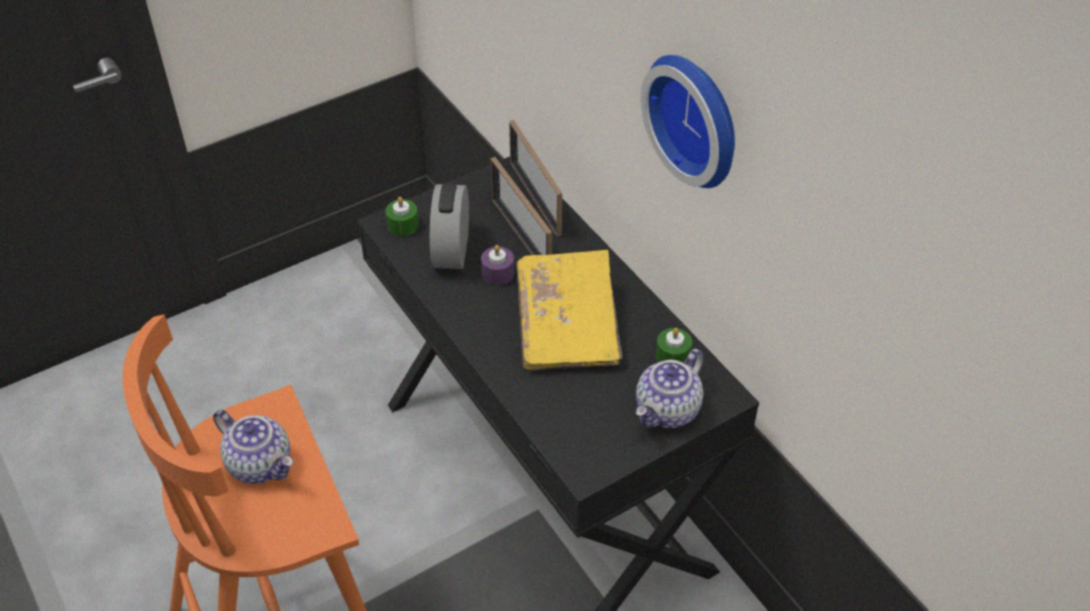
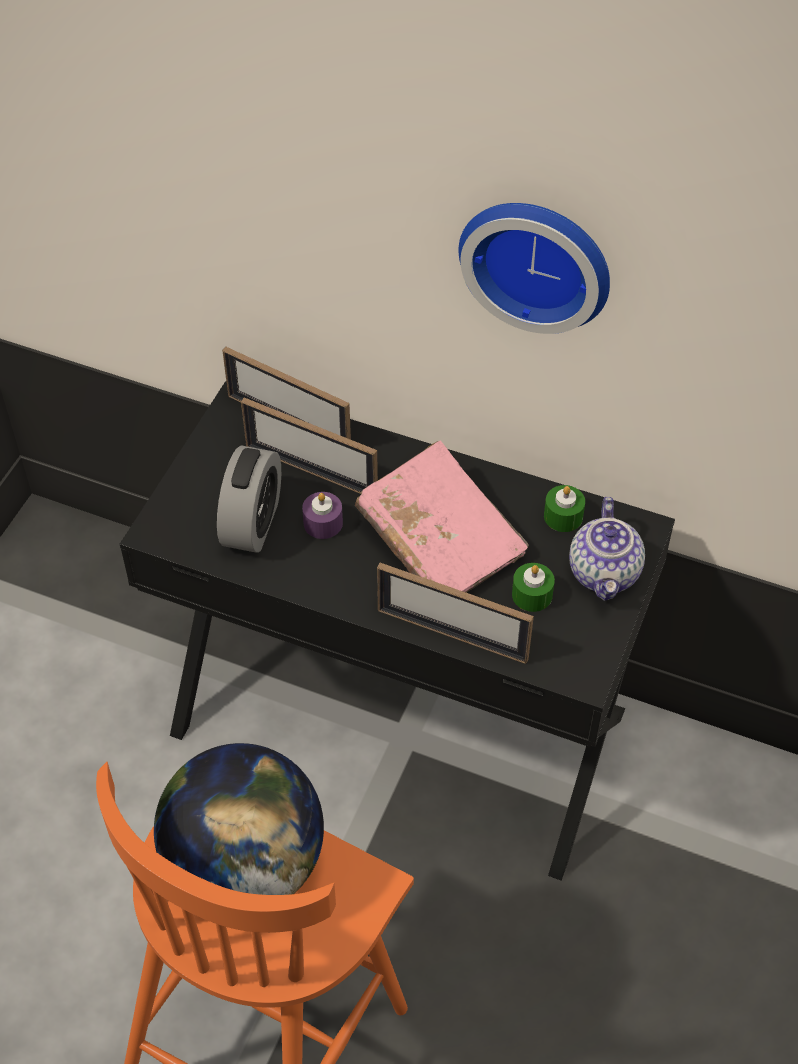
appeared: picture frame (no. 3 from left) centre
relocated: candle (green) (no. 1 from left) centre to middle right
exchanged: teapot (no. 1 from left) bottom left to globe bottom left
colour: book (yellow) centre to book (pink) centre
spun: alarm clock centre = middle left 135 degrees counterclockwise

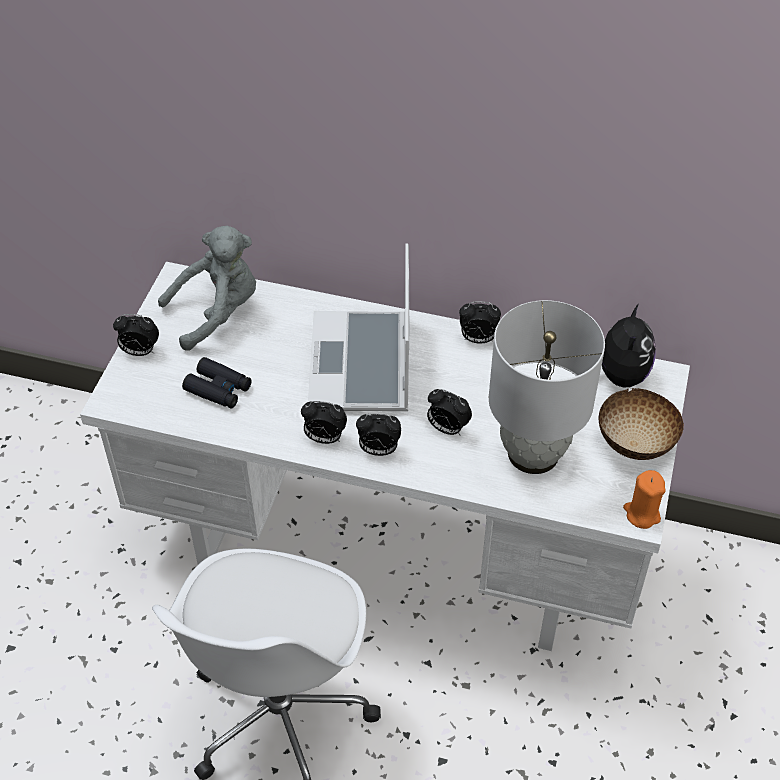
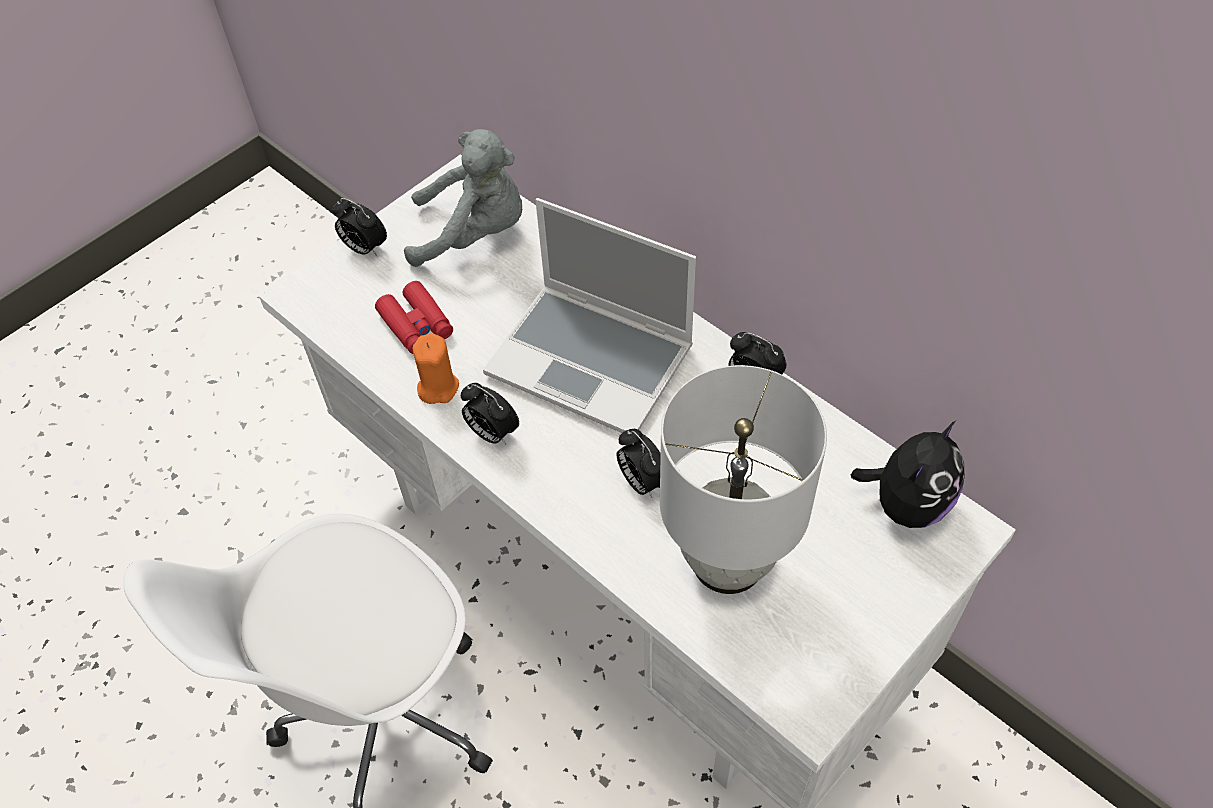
missing: alarm clock (no. 3 from left) centre; bowl middle right
relocated: candle (orange) middle right to centre
colour: binoculars (black) middle left to binoculars (red) centre
spun: laptop centre = centre 90 degrees counterclockwise

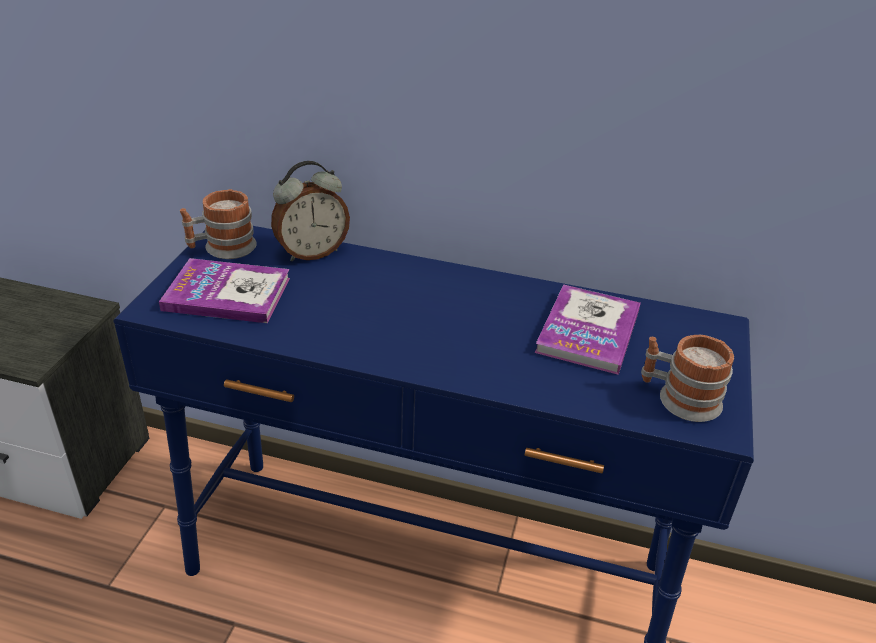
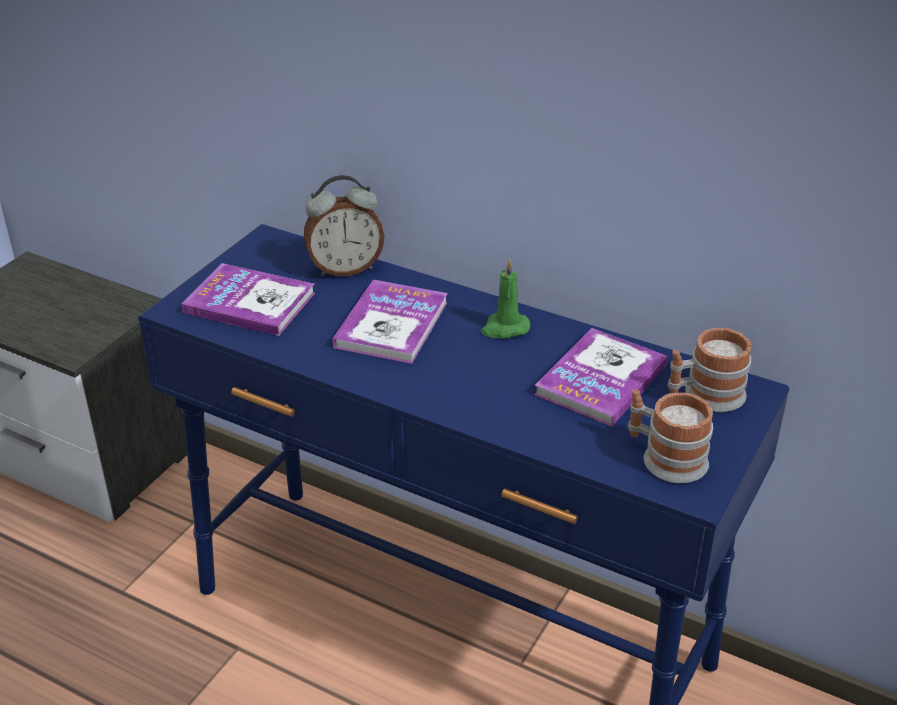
appeared: book (no. 2 from left) centre; candle (green) centre
relocated: mug (no. 1 from left in the first image) middle left to mug (no. 2 from left) middle right

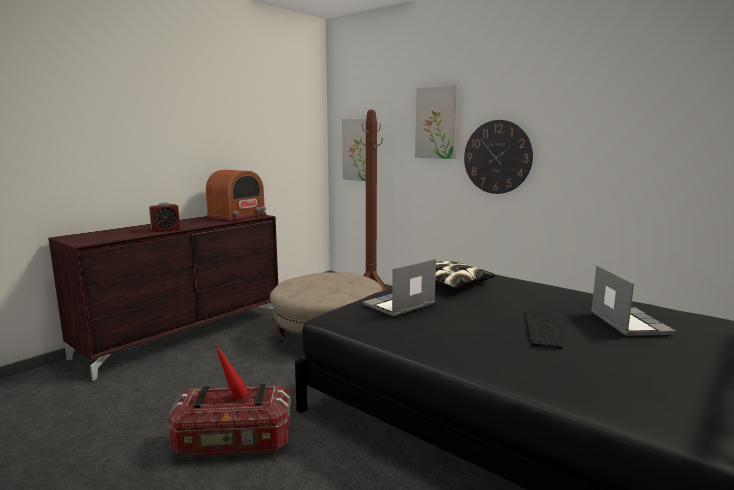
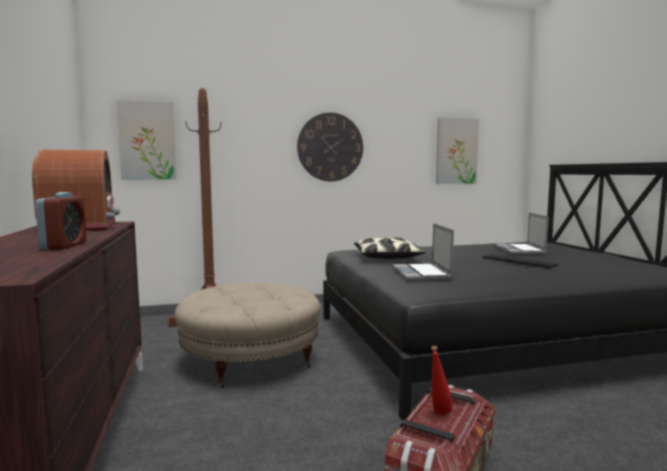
relocated: picture (no. 2 from left) top centre to top right
spun: laptop (no. 2 from left) middle right = middle right 120 degrees counterclockwise

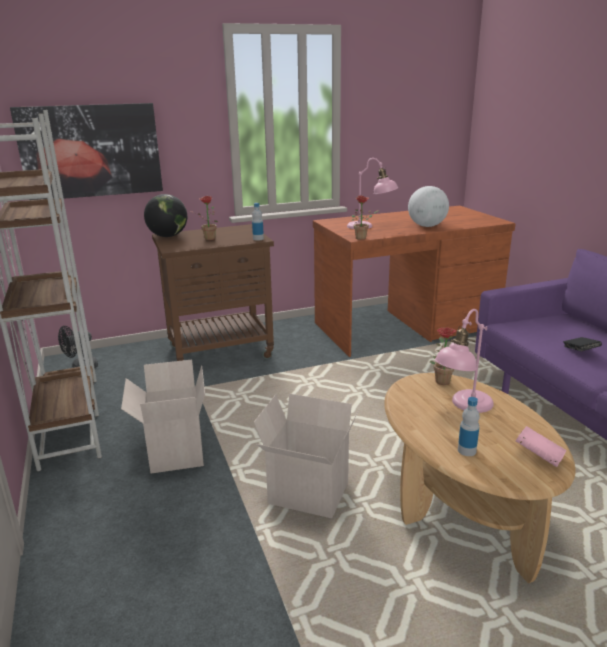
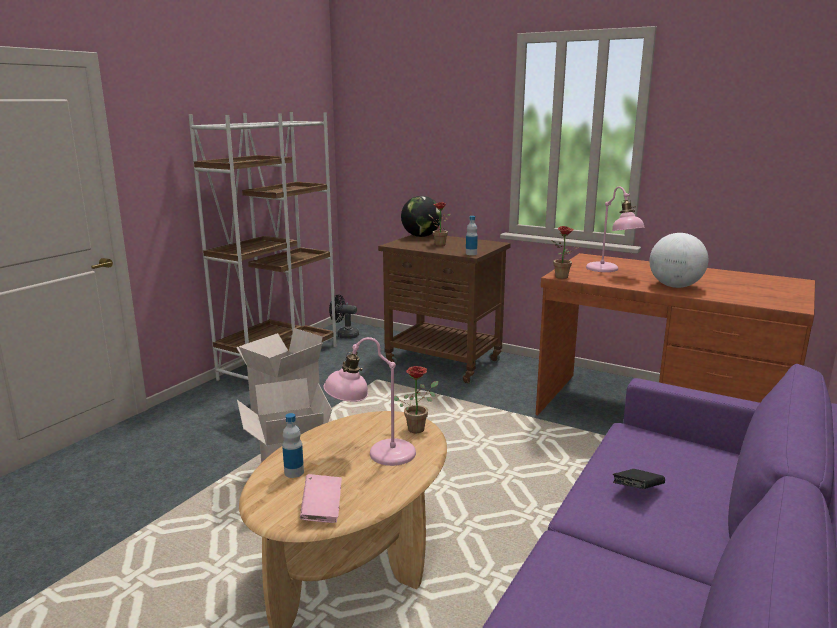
missing: picture top left

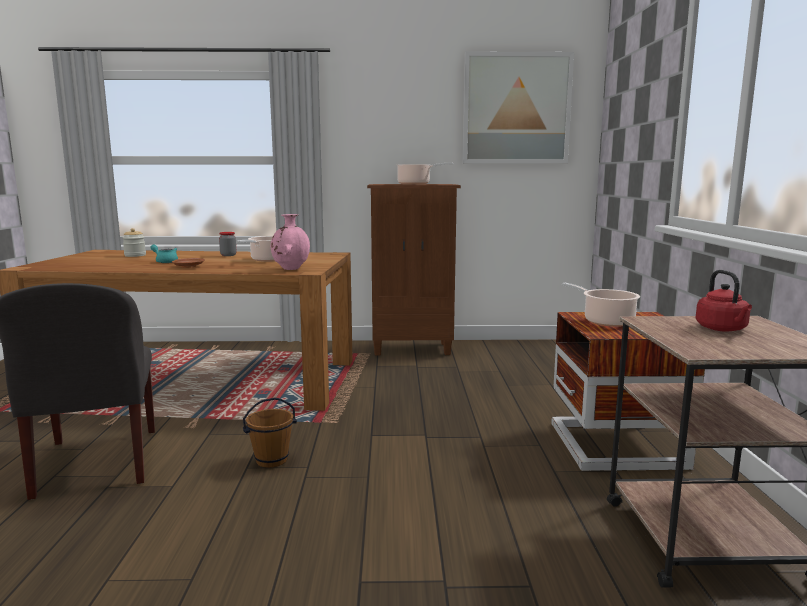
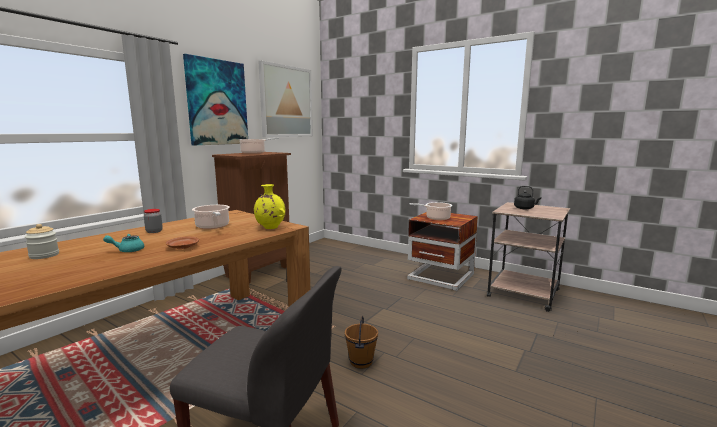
appeared: picture (no. 1 from left) top left
colour: vase (pink) centre to vase (yellow) centre; kettle (red) middle right to kettle (black) middle right

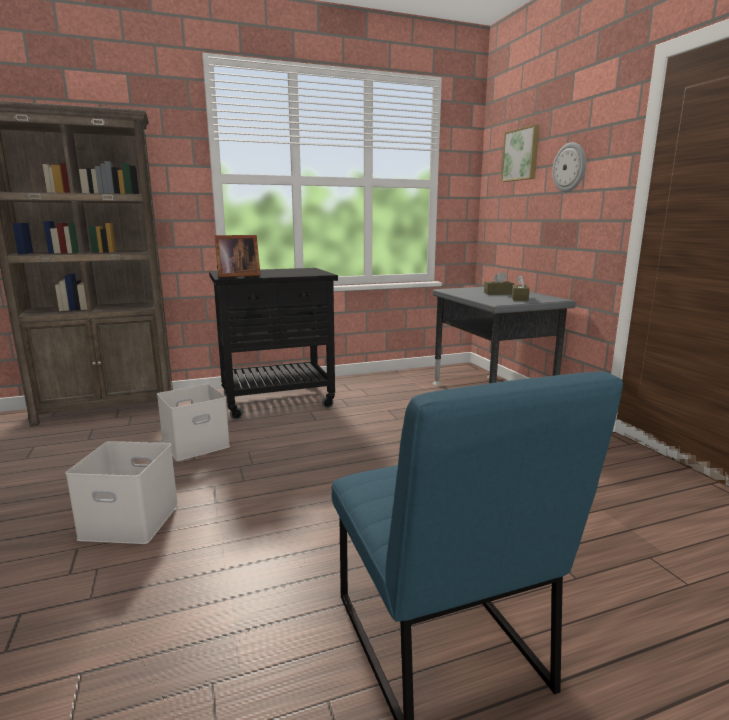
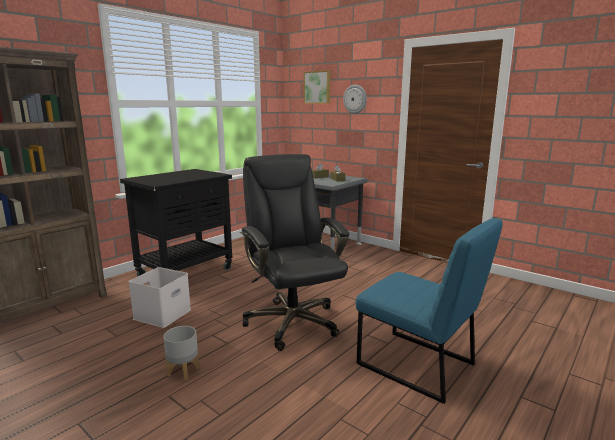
missing: picture frame middle left
appeared: office chair (black) centre
exchanged: storage box (white) (no. 1 from left) bottom left to planter (grey) bottom left

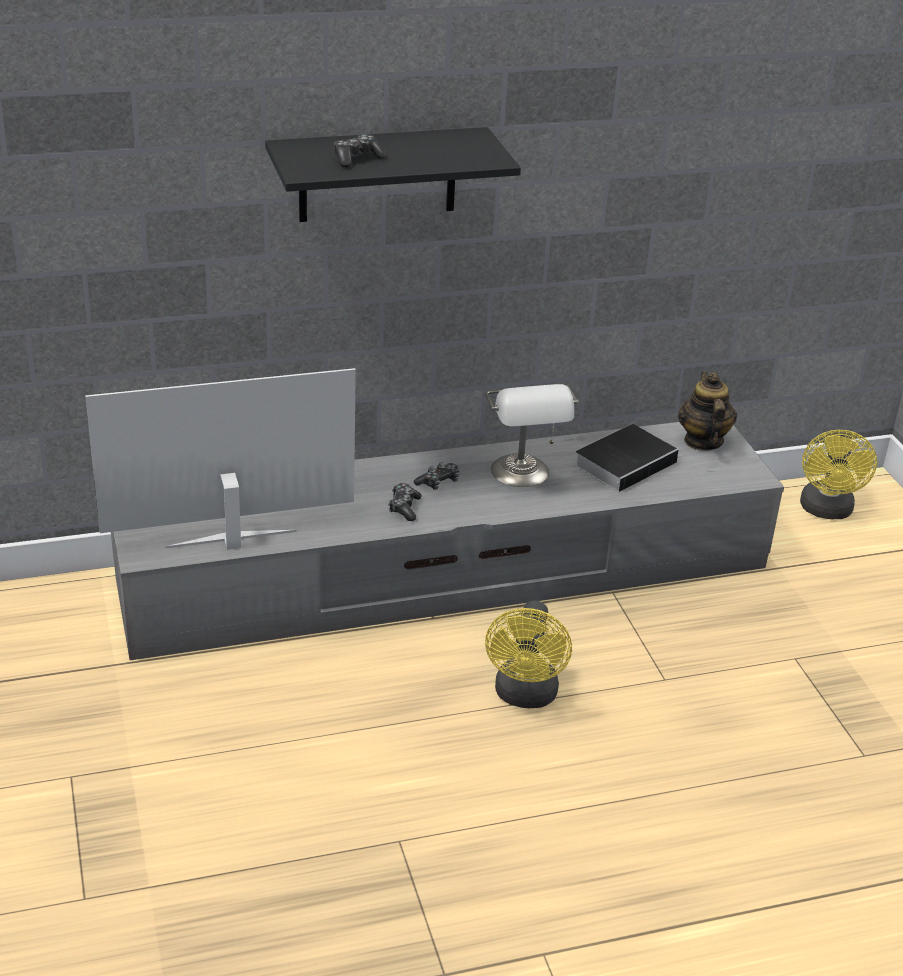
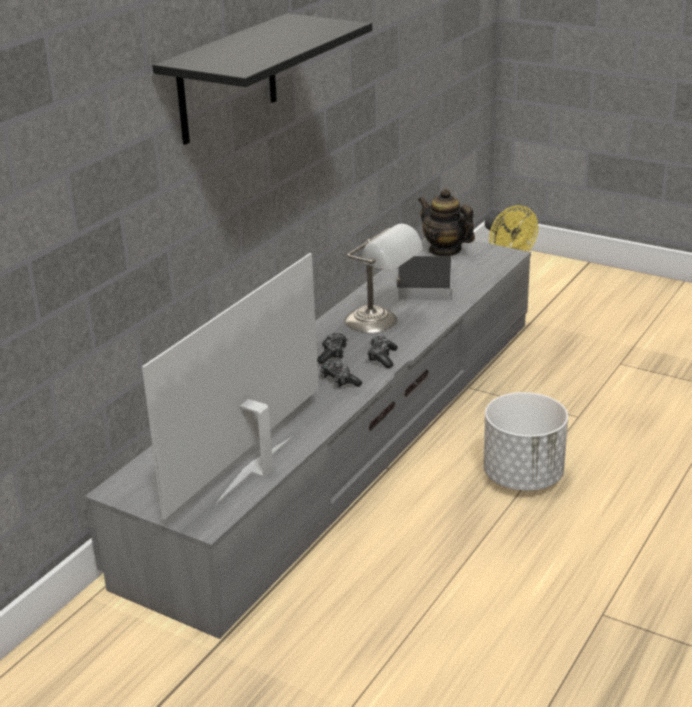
relocated: game controller (no. 1 from left in the first image) top centre to game controller (no. 3 from left) centre
exchanged: fan (yellow) (no. 1 from left) bottom centre to planter (white) middle right

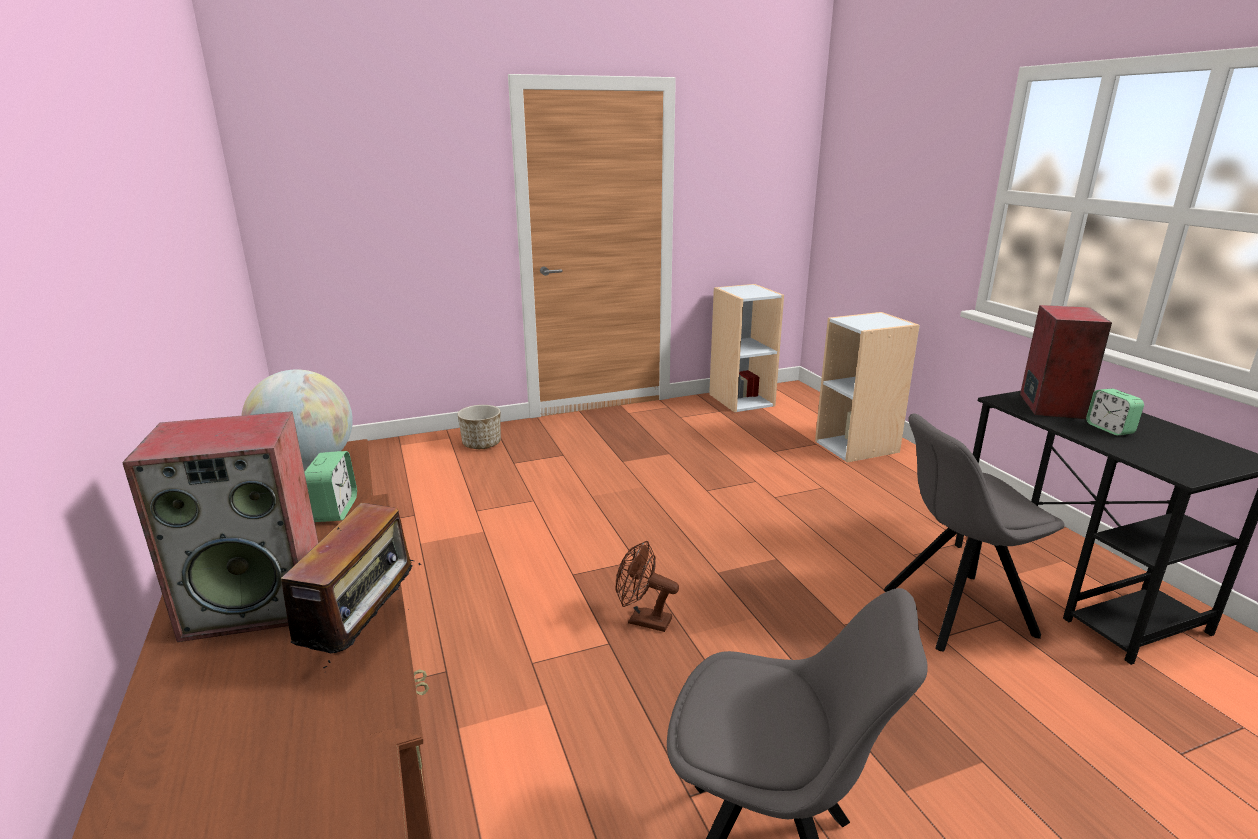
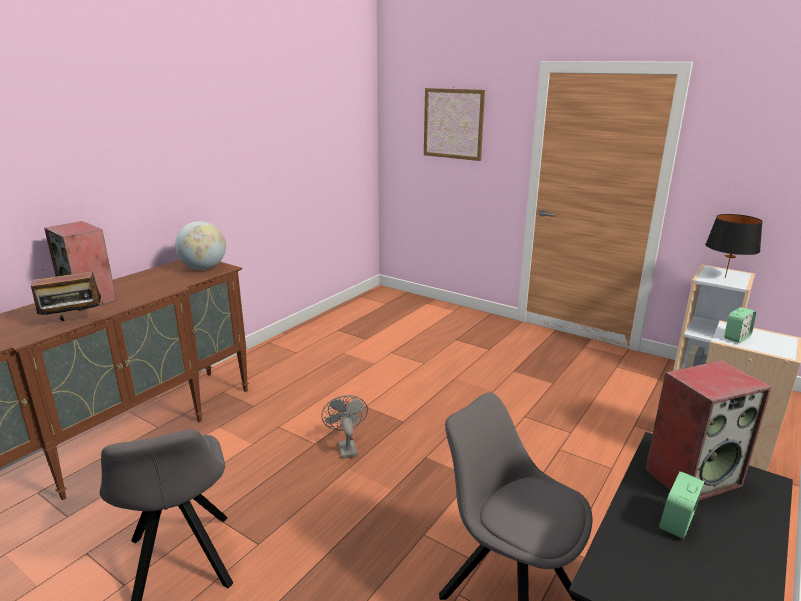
missing: planter centre
appeared: picture top centre; table lamp (black) middle right
relocated: alarm clock (no. 1 from left in the first image) middle left to alarm clock (no. 2 from left) middle right
colour: fan (brown) bottom centre to fan (grey) bottom centre

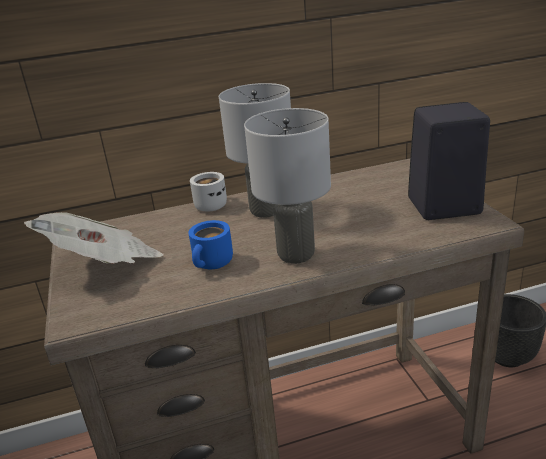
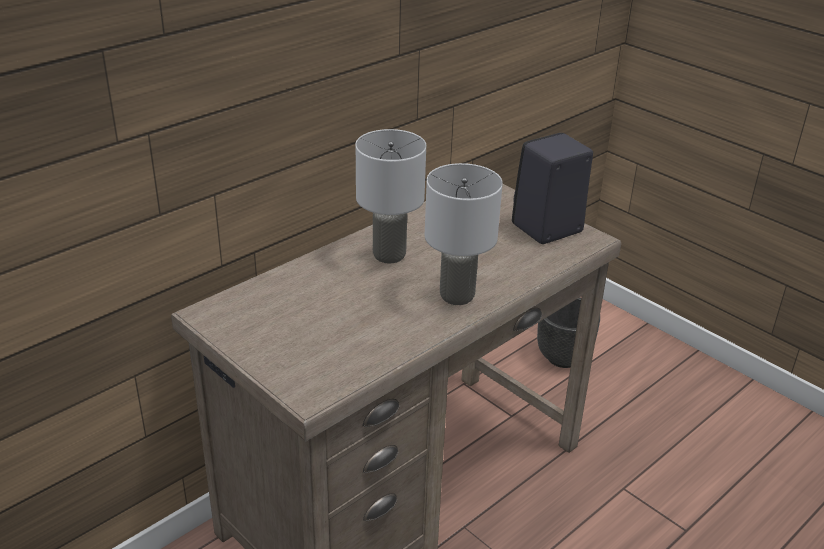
missing: newspaper middle left; mug (blue) centre; mug (white) centre

